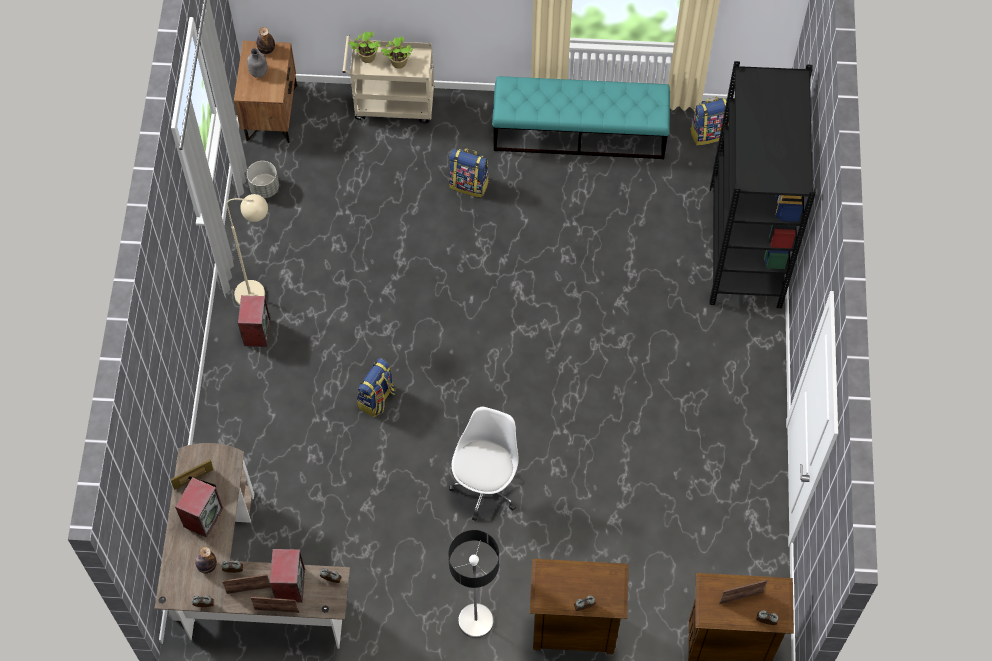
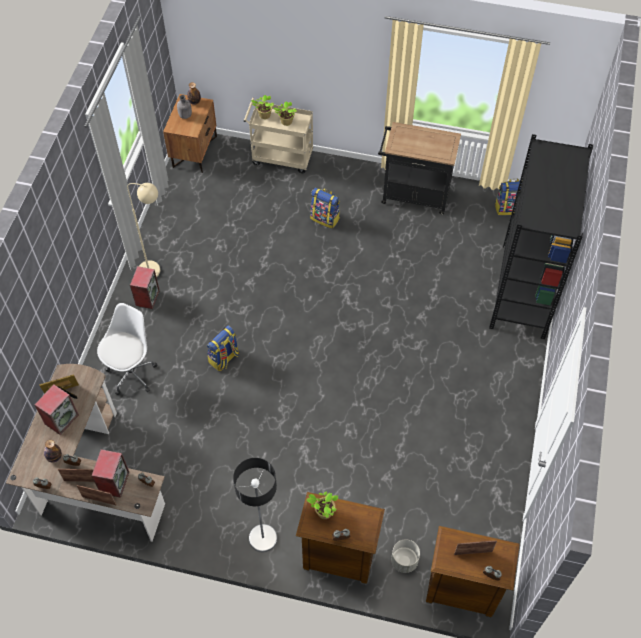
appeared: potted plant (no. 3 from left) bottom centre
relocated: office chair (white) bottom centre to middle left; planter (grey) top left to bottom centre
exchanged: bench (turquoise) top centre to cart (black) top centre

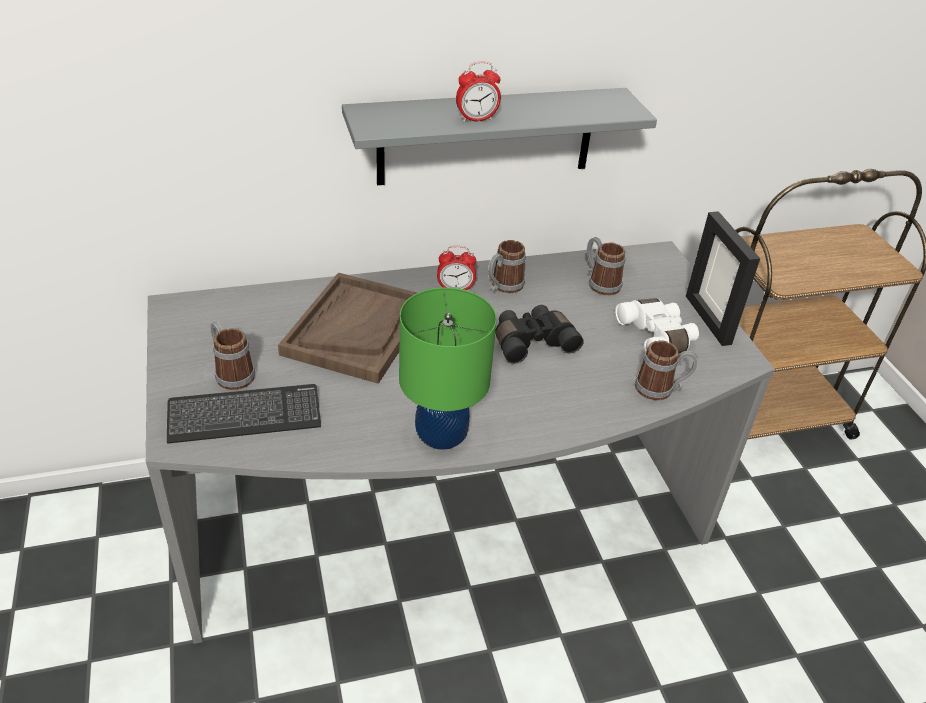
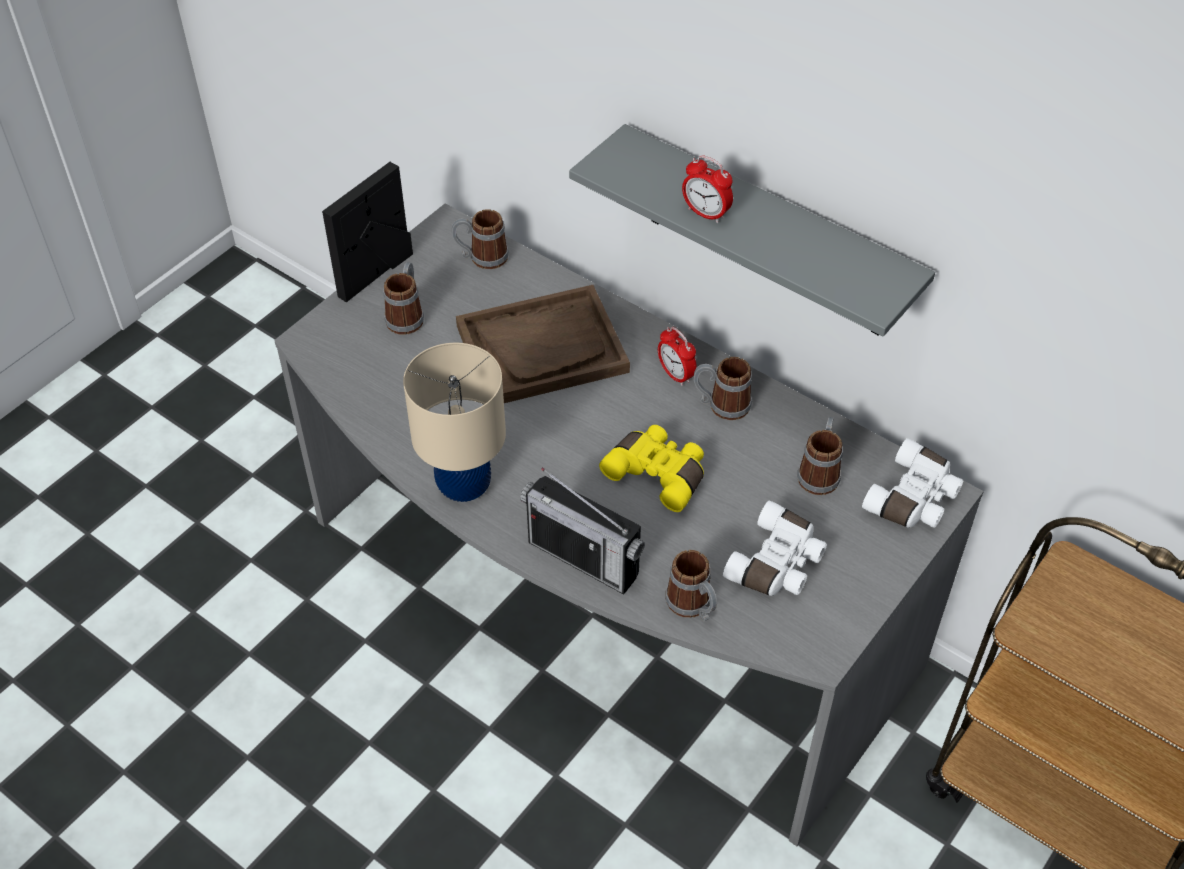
missing: keyboard middle left
appeared: mug (no. 2 from left) top centre; radio centre; binoculars (white) (no. 2 from left) middle right
relocated: picture frame middle right to top left
colour: table lamp (green) centre to table lamp (beige) centre; binoculars (black) centre to binoculars (yellow) centre

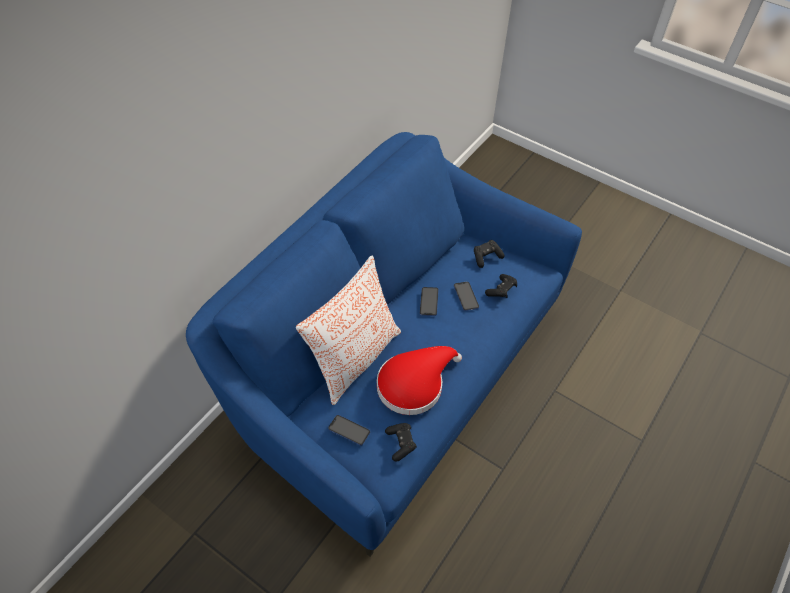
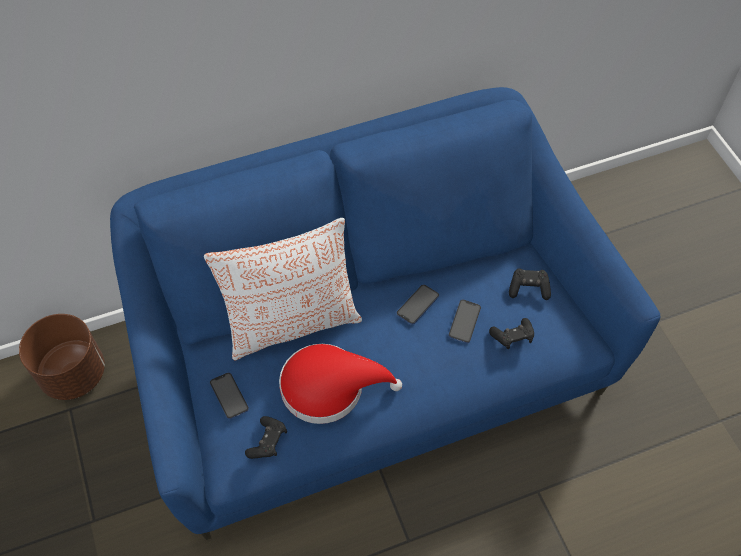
appeared: planter (brown) middle left

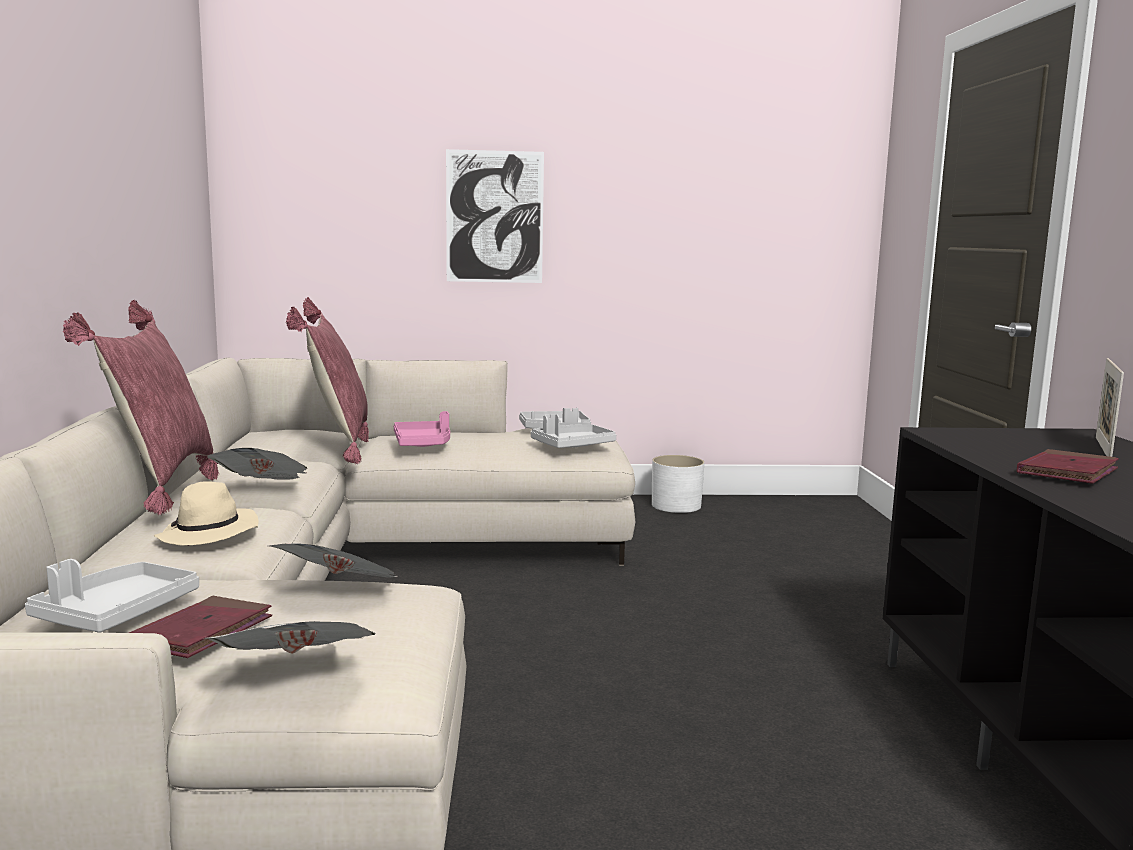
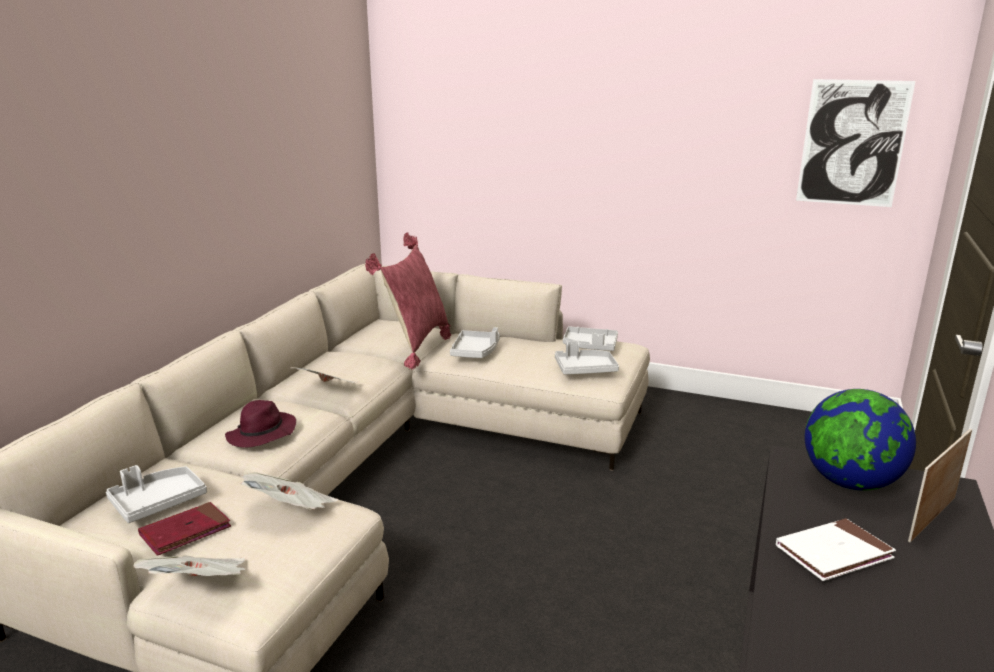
missing: pillow (red) (no. 1 from left) middle left; planter (white) centre
appeared: globe middle right
relocated: picture top centre to top right
colour: hat (beige) middle left to hat (purple) middle left; tray (pink) centre to tray (grey) (no. 2 from left) centre; book (red) (no. 2 from left) middle right to book (white) bottom right

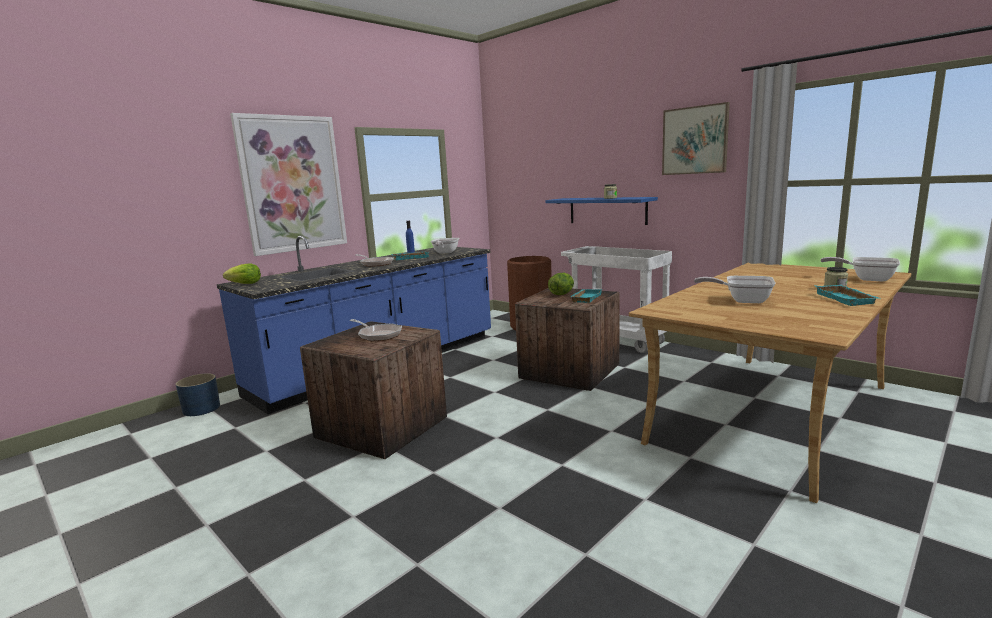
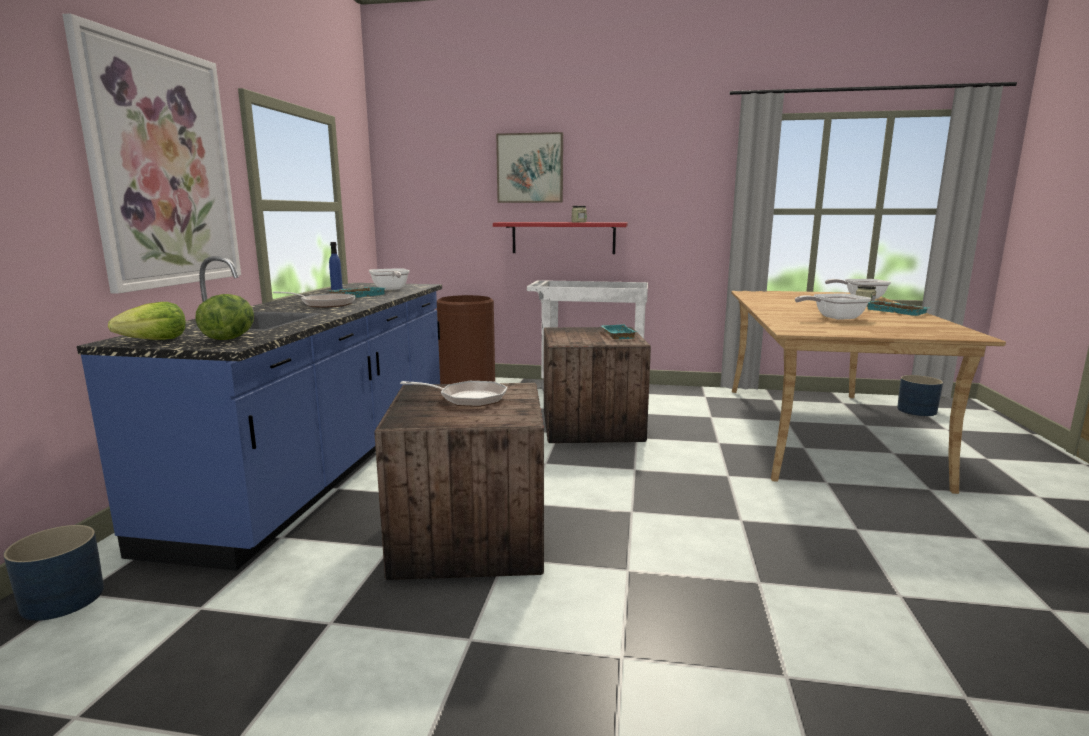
appeared: planter (blue) (no. 2 from left) middle right
relocated: lettuce (no. 2 from left) centre to middle left; picture (no. 2 from left) top right to top centre
colour: shelf (blue) centre to shelf (red) top centre

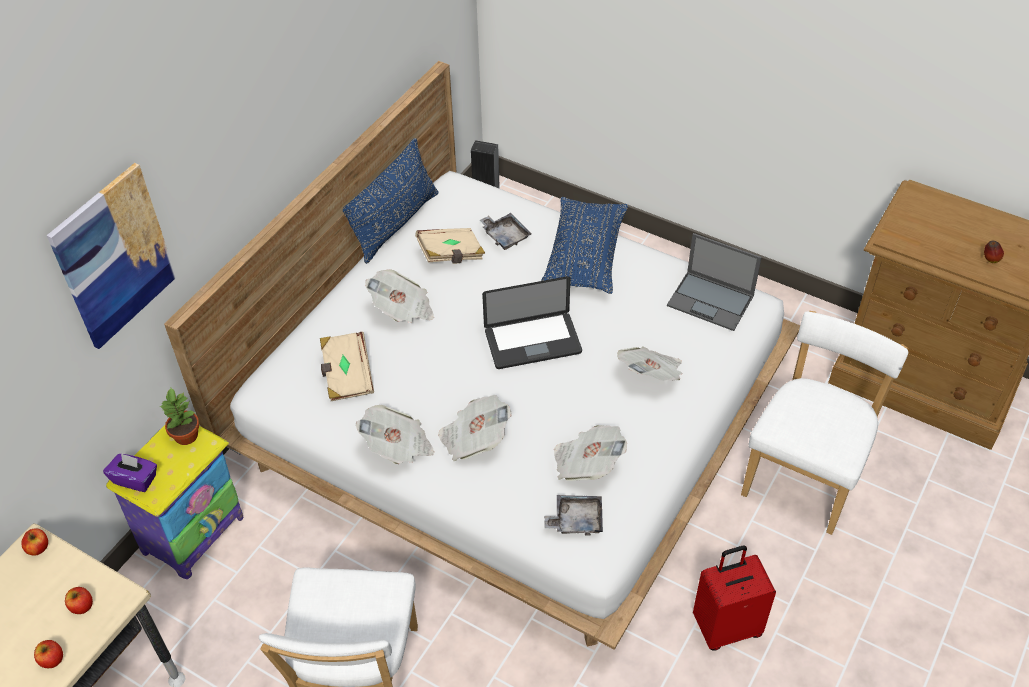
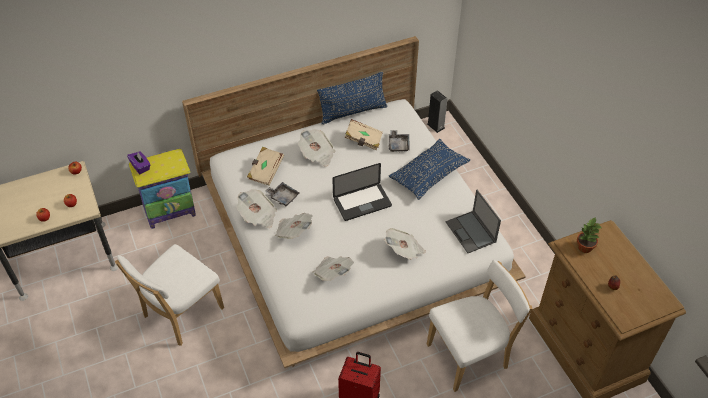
missing: picture middle left
relocated: tray (grey) (no. 2 from left in the first image) bottom centre to tray (grey) (no. 1 from left) centre; potted plant middle left to middle right
spun: laptop (no. 1 from left) centre = centre 45 degrees counterclockwise

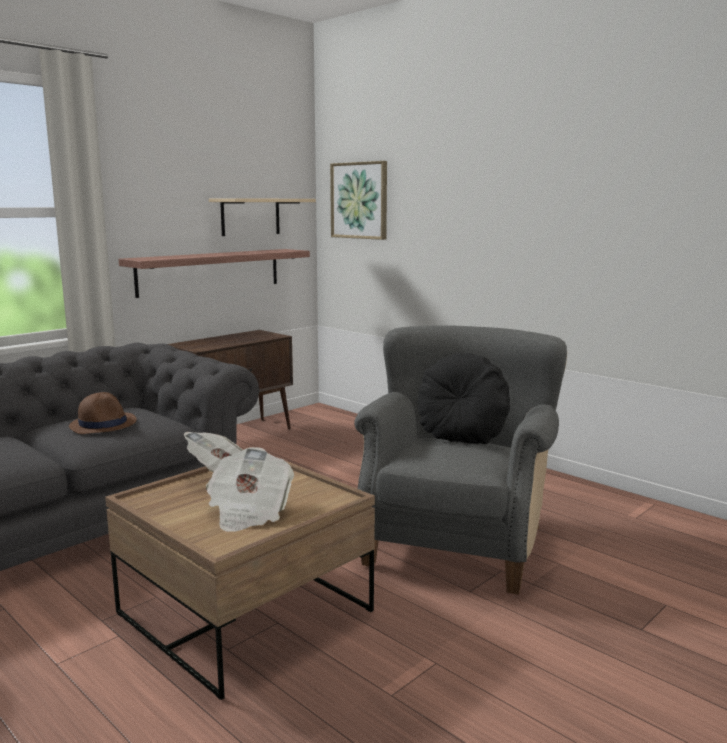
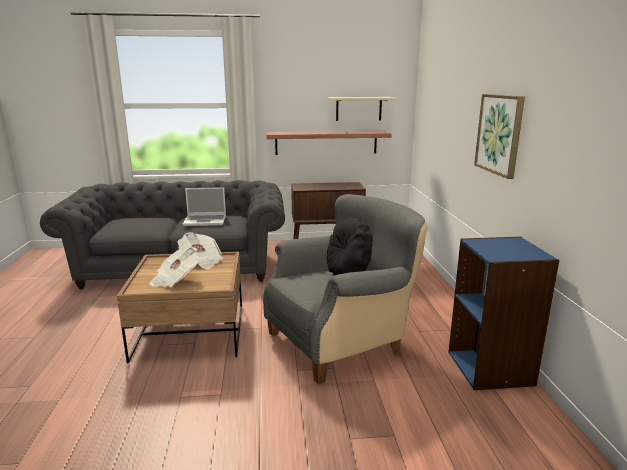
appeared: bookcase (blue) middle right
relocated: picture top centre to top right
exchanged: hat (brown) middle left to laptop middle left

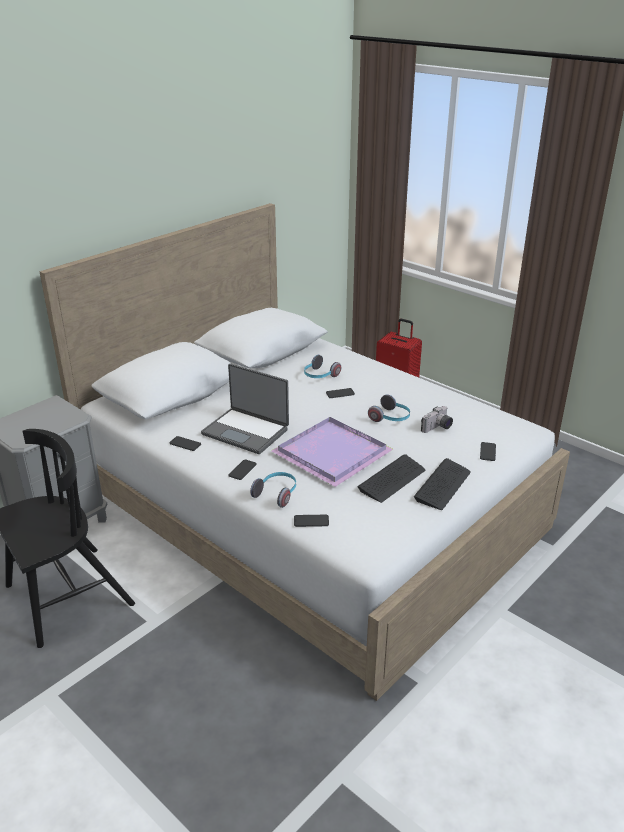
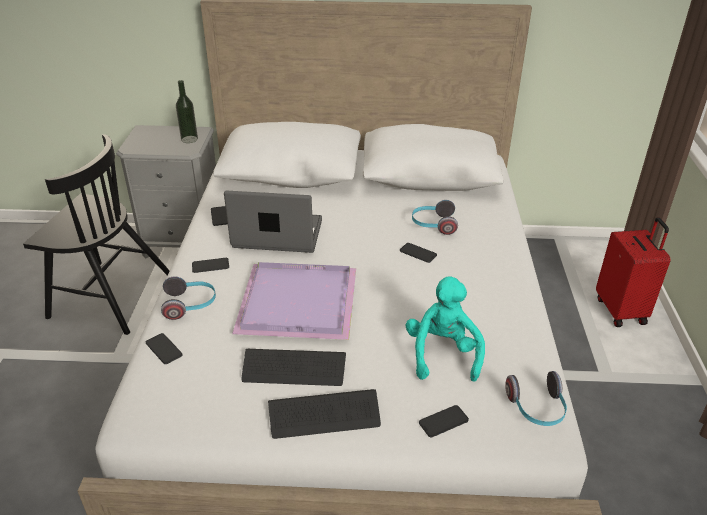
appeared: bottle top left
relocated: headphones (no. 3 from left) centre to bottom right
exchanged: photo camera middle right to plush toy (turquoise) centre
spun: laptop centre = centre 105 degrees clockwise

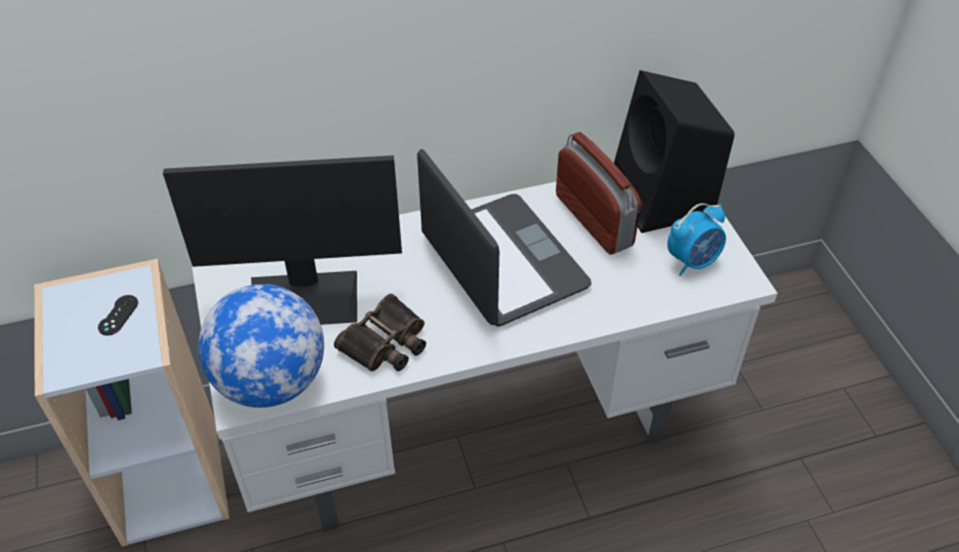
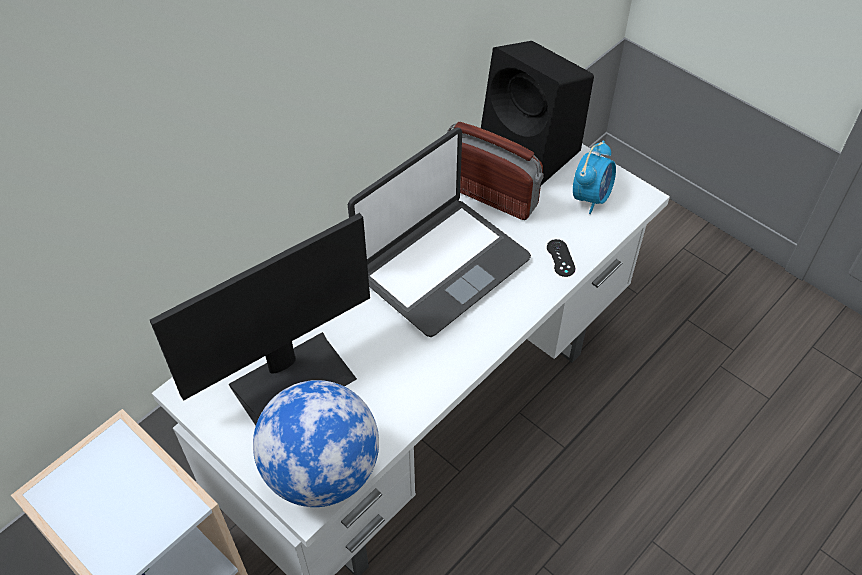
missing: binoculars centre
relocated: game controller (black) middle left to centre
spun: laptop centre = centre 105 degrees clockwise

